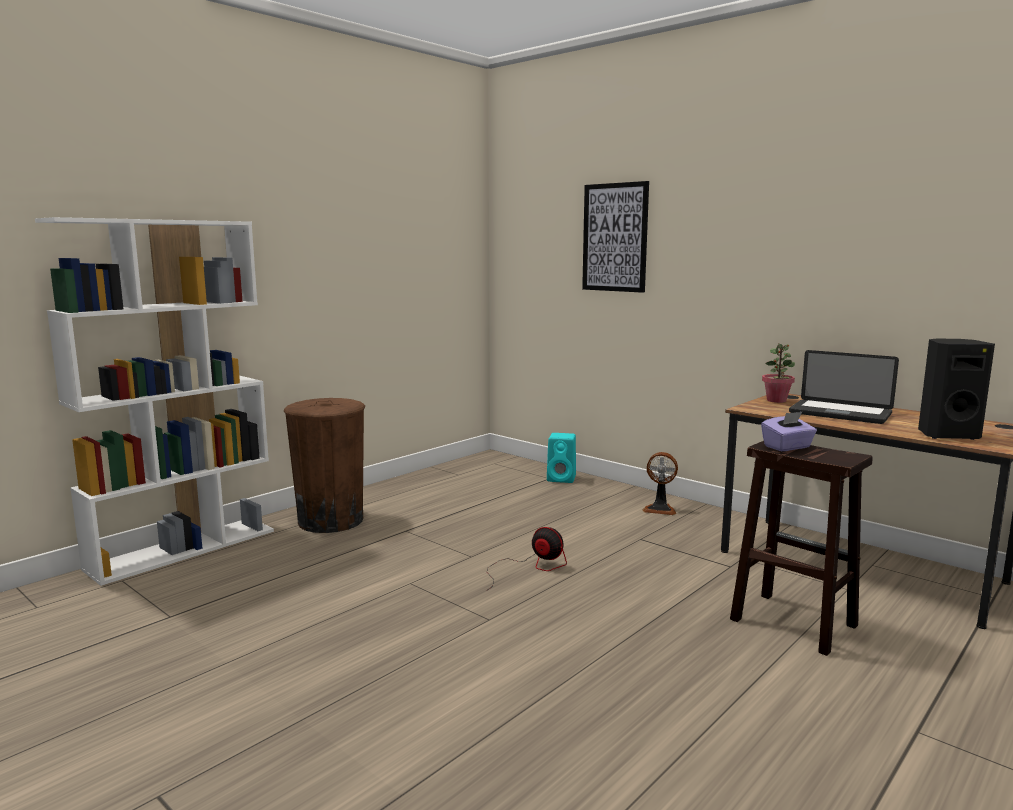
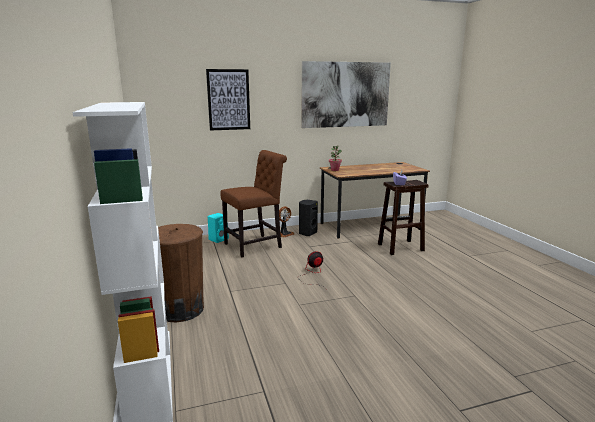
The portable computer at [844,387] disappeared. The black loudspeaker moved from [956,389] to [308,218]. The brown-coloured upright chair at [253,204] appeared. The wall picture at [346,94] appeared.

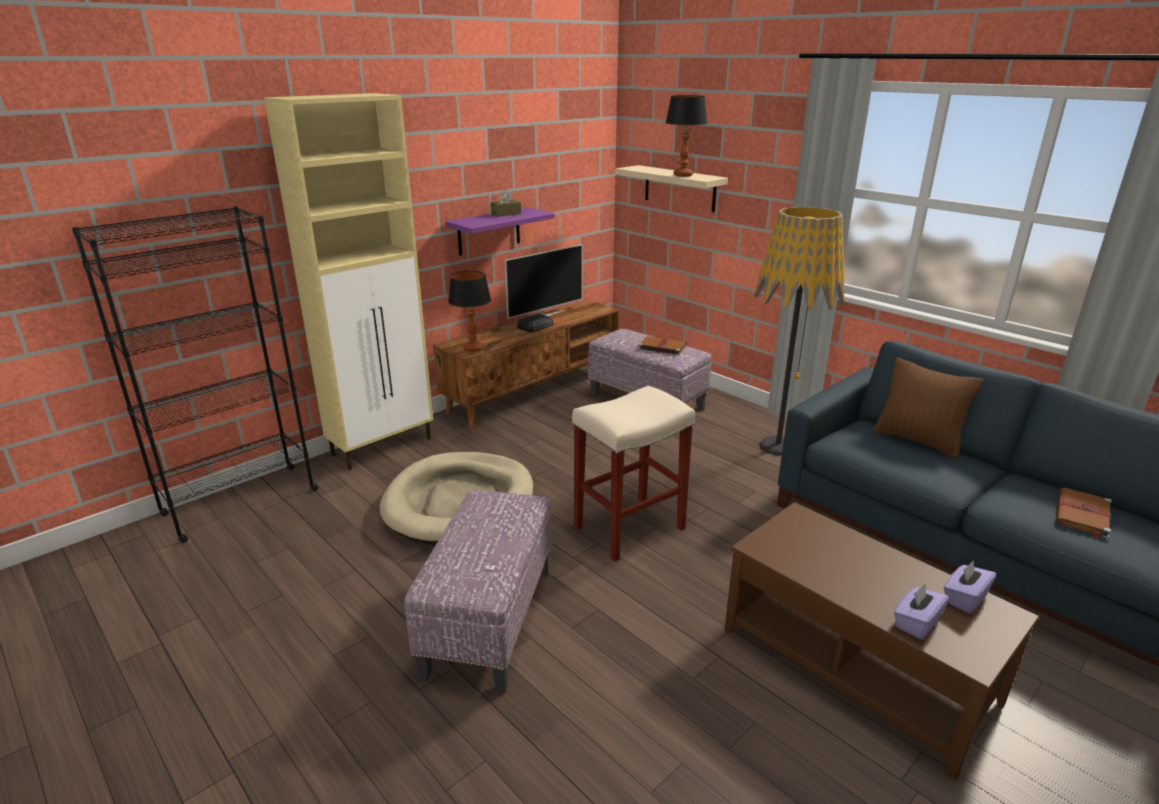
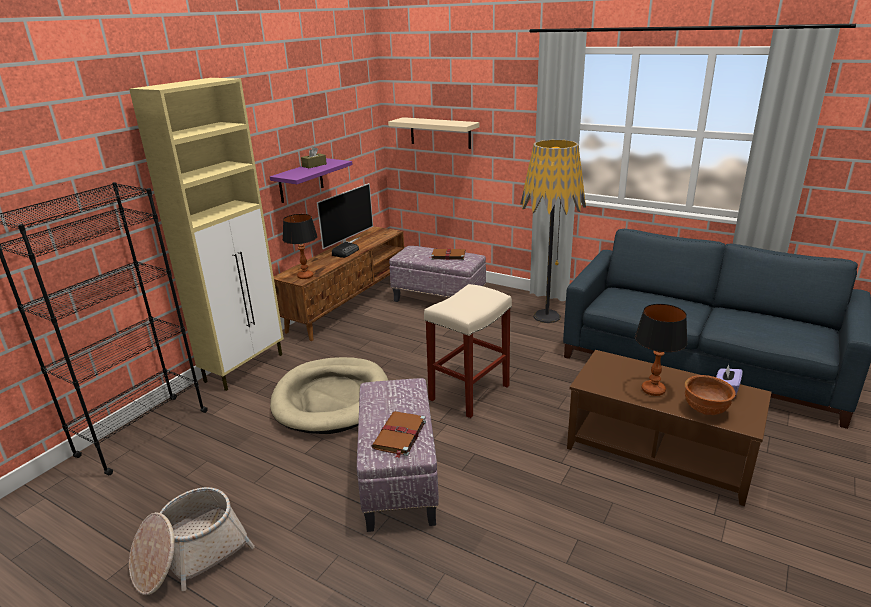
The lamp for a table moved from [686,136] to [661,350]. The brown-coloured cushion at [928,408] disappeared. The purple-coloured tissue box at [921,612] was replaced by the brown-coloured serving bowl at [710,395]. The brown-coloured book moved from [1084,514] to [399,434]. The storage basket at [192,541] appeared.

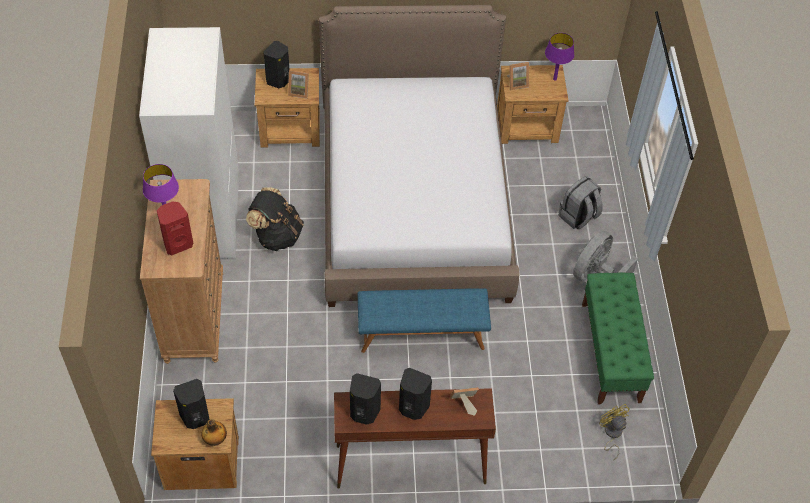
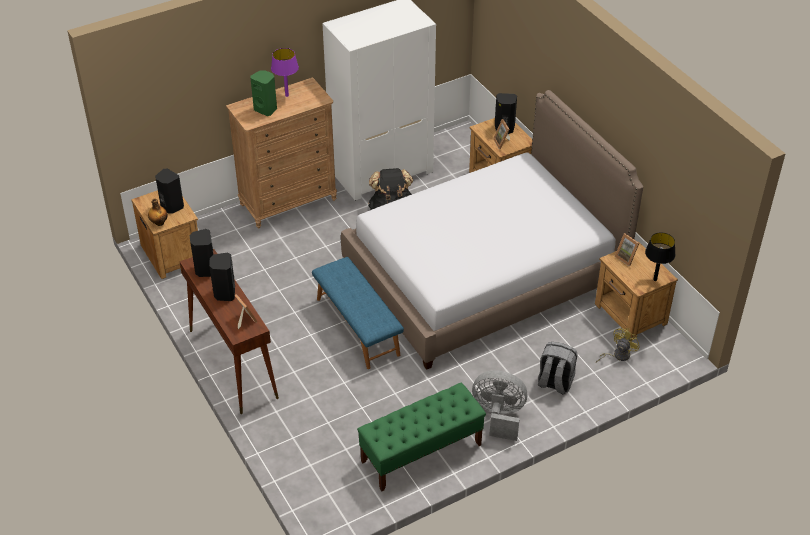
The red loudspeaker at [175,228] became the green-coloured loudspeaker at [263,93]. The purple-coloured lamp for a table at [559,57] became the black lamp for a table at [660,256]. The yellow cooling fan moved from [614,432] to [618,345].

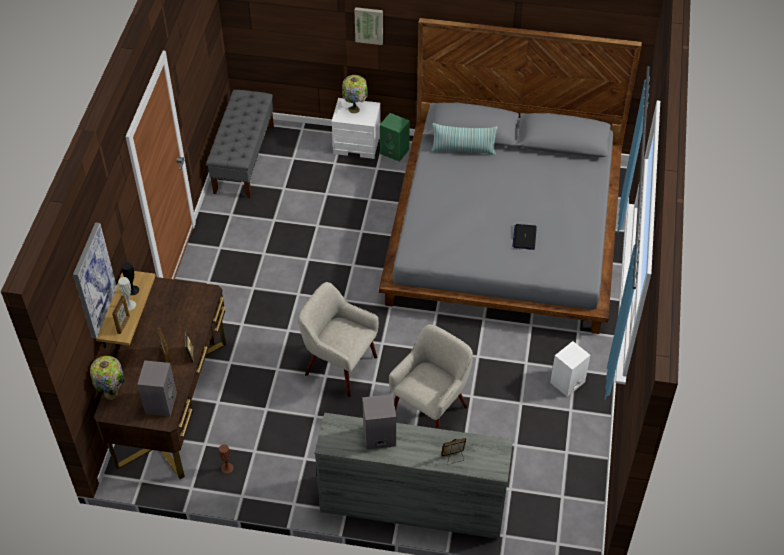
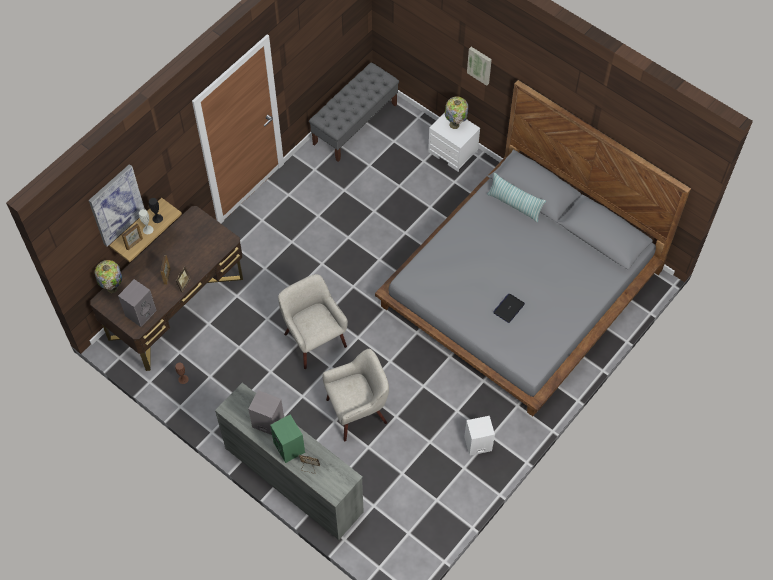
The green-coloured loudspeaker moved from [395,137] to [287,438].

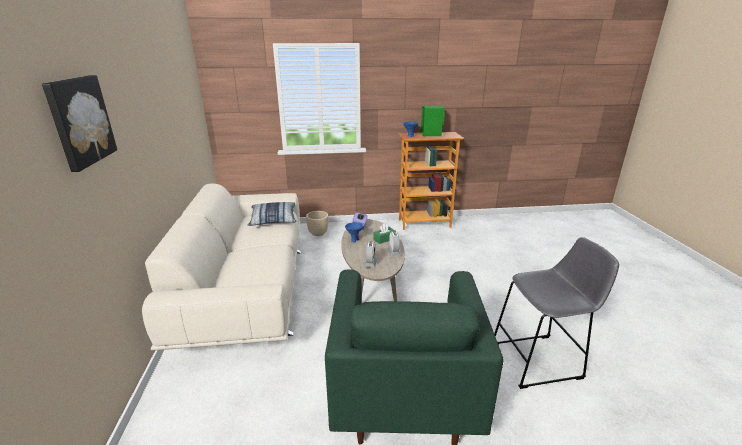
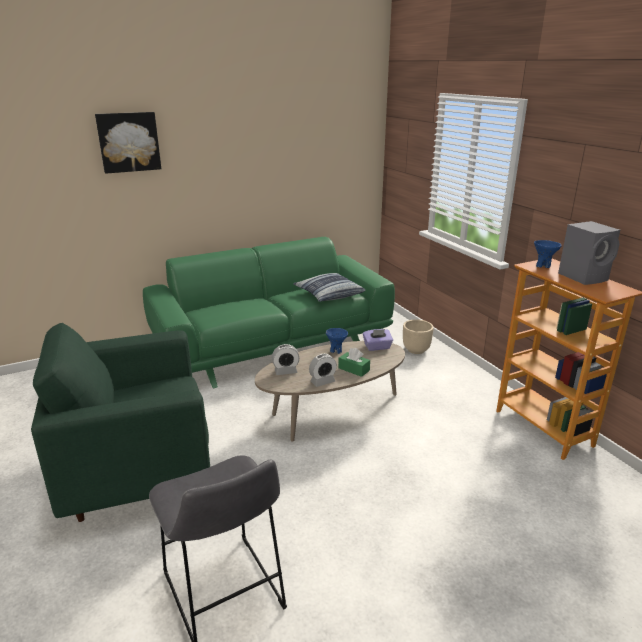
The sand-coloured sofa at [221,267] became the green-coloured sofa at [269,312]. The green-coloured loudspeaker at [433,120] became the grey loudspeaker at [589,253].

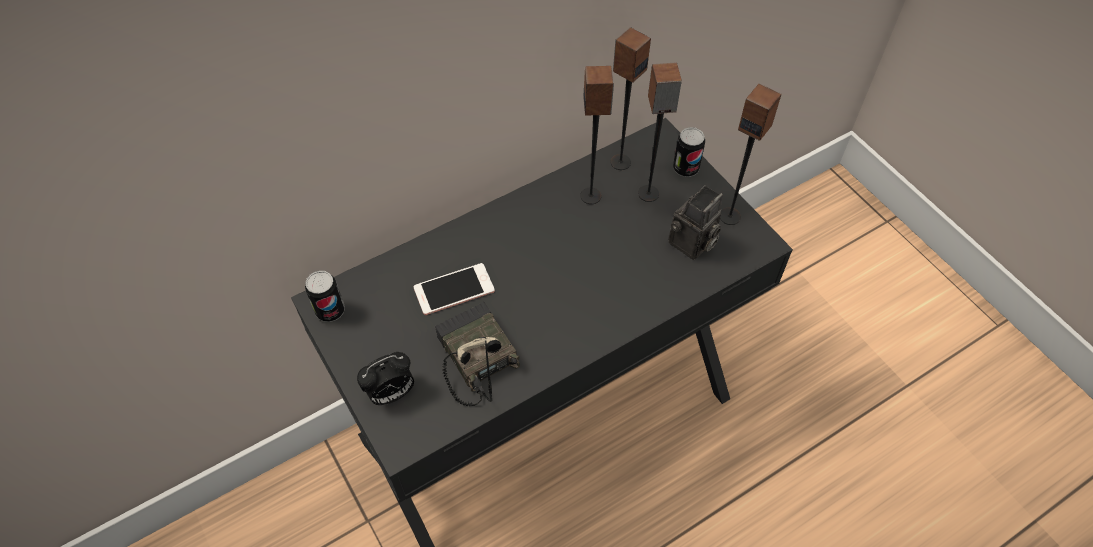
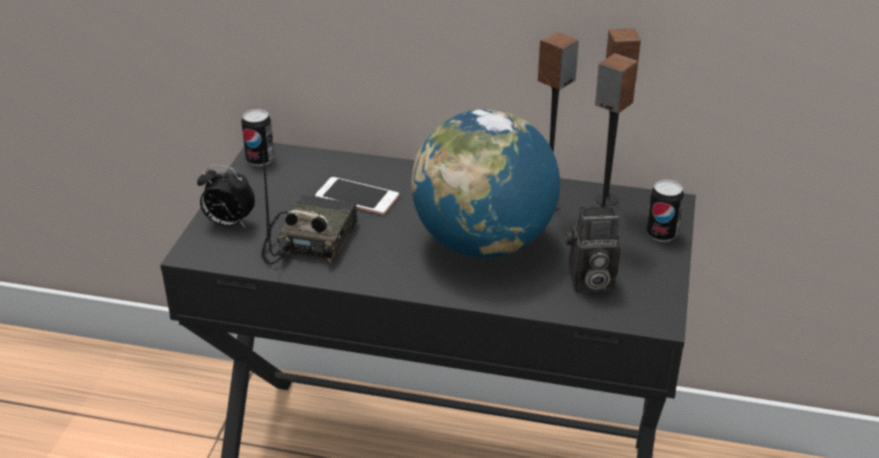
The loudspeaker at [751,154] disappeared. The world globe at [485,183] appeared.

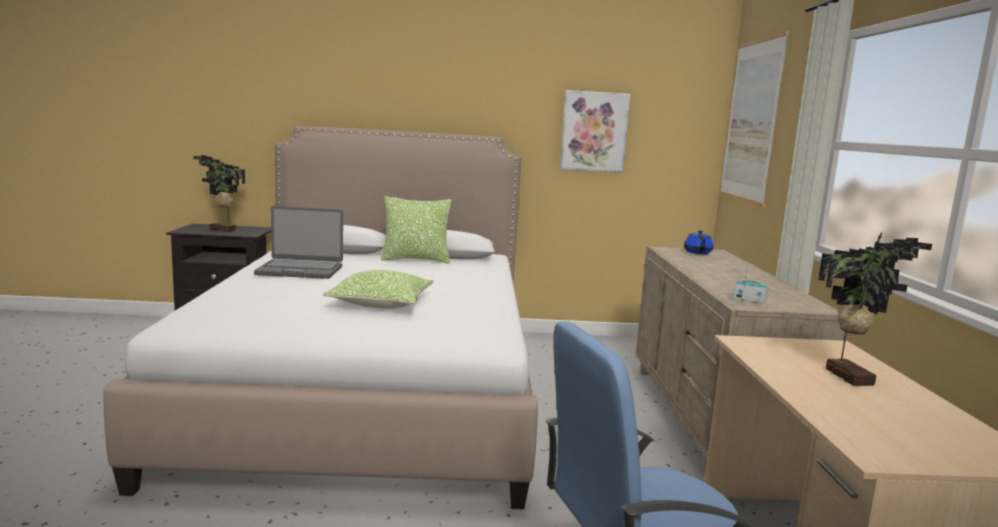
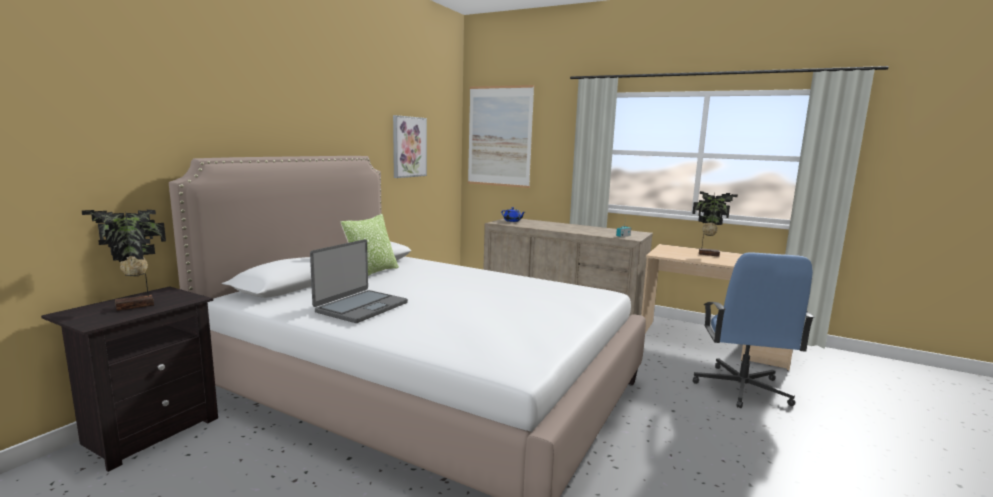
The cushion at [378,289] disappeared.

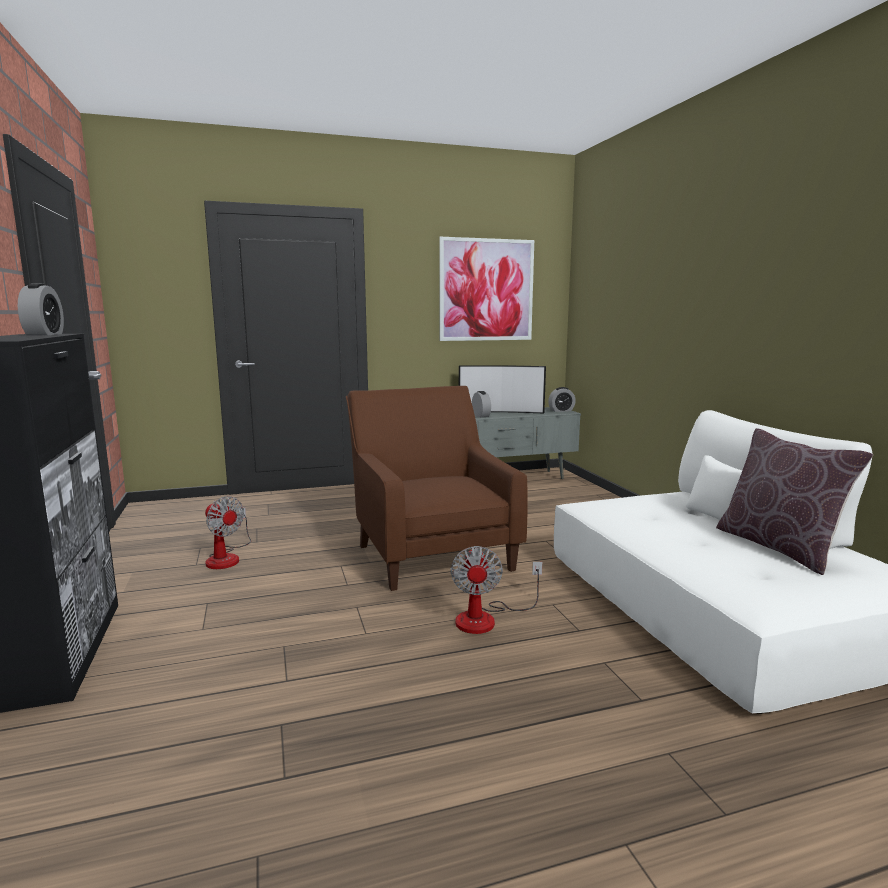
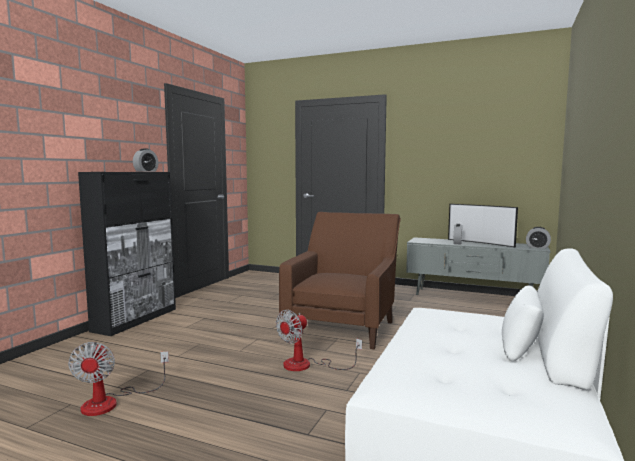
The cooling fan moved from [228,532] to [118,379]. The wall picture at [486,289] disappeared. The brown-coloured cushion at [794,501] disappeared.

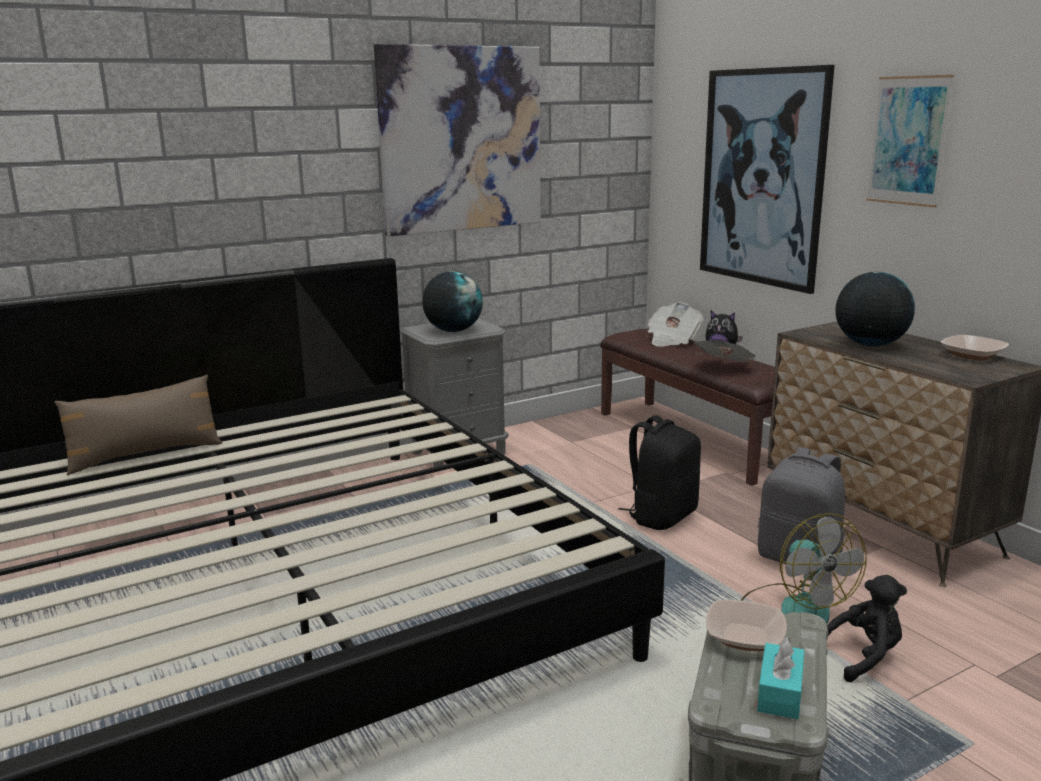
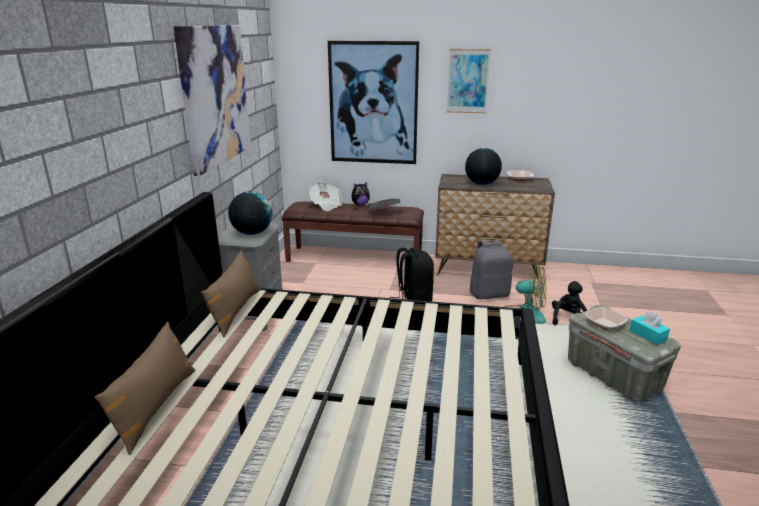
The brown-coloured cushion at [231,293] appeared.

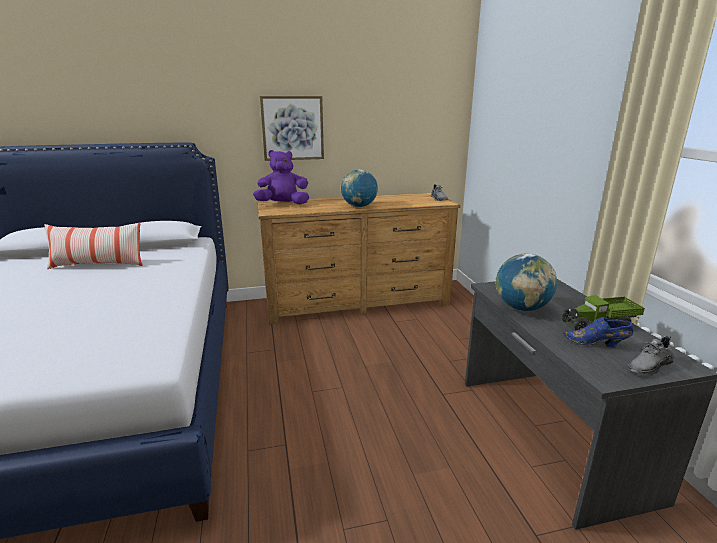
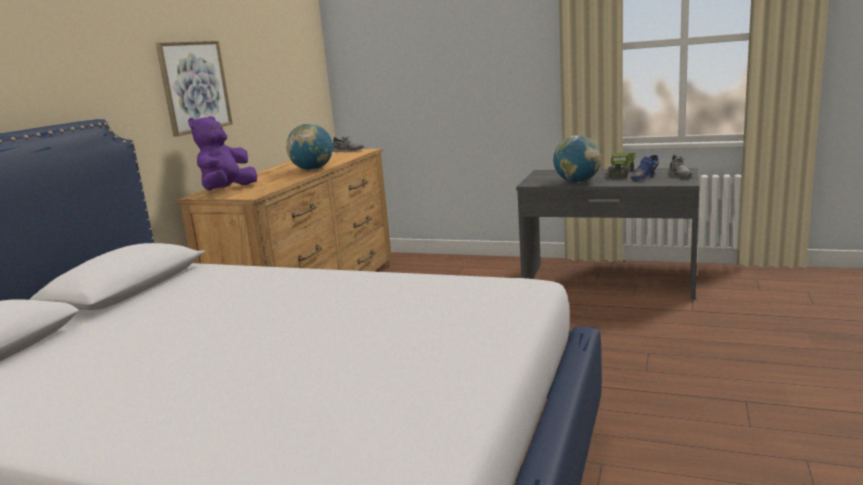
The cushion at [94,246] disappeared.

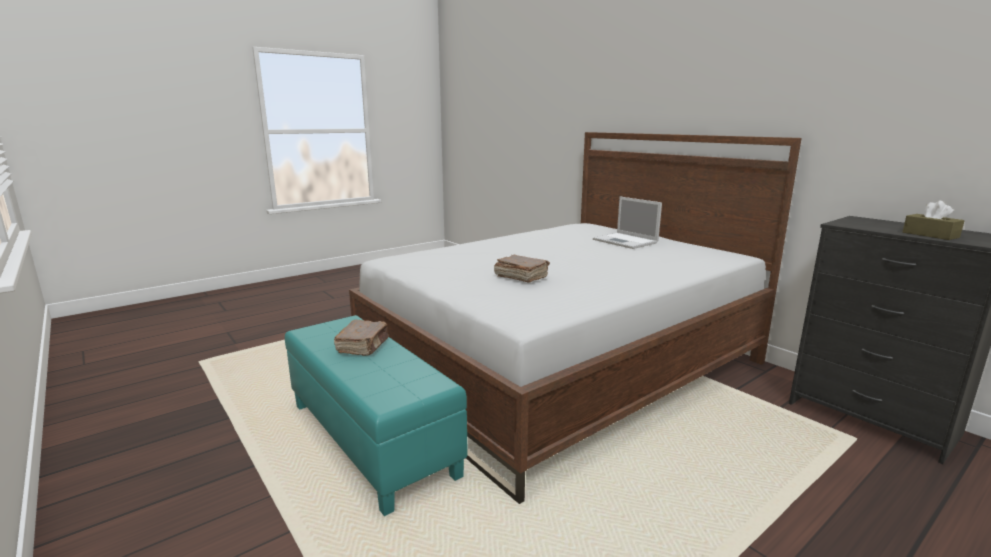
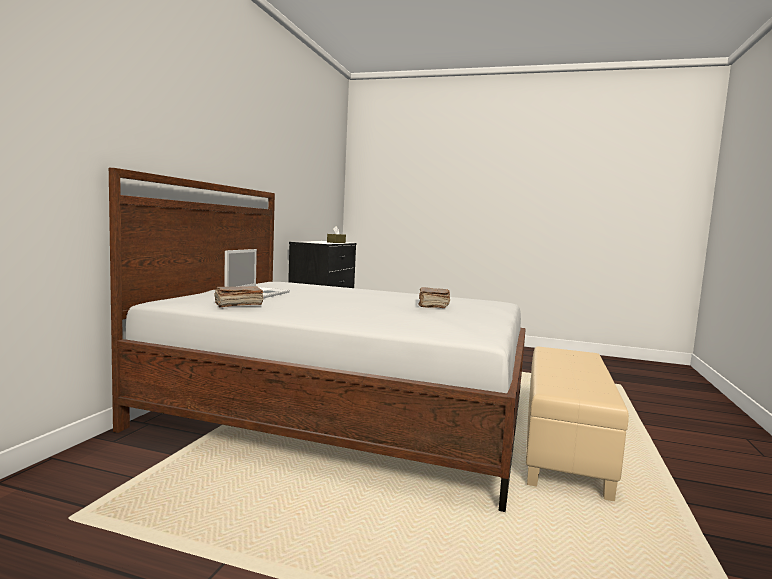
The turquoise pouffe at [376,415] became the sand-coloured pouffe at [577,423]. The brown-coloured book moved from [361,338] to [239,297].

